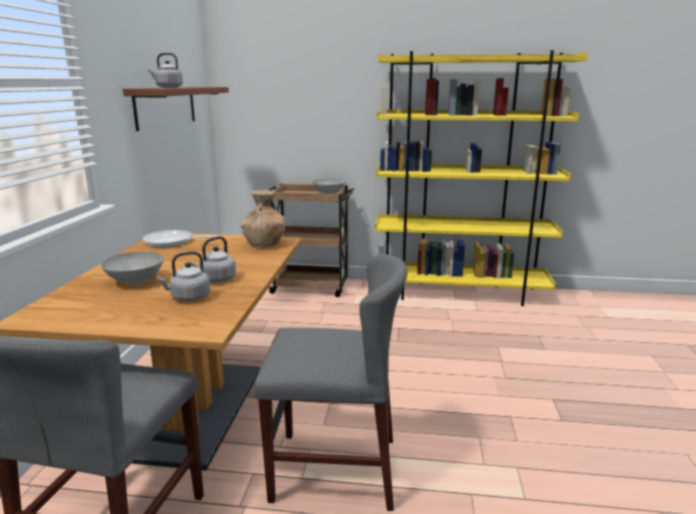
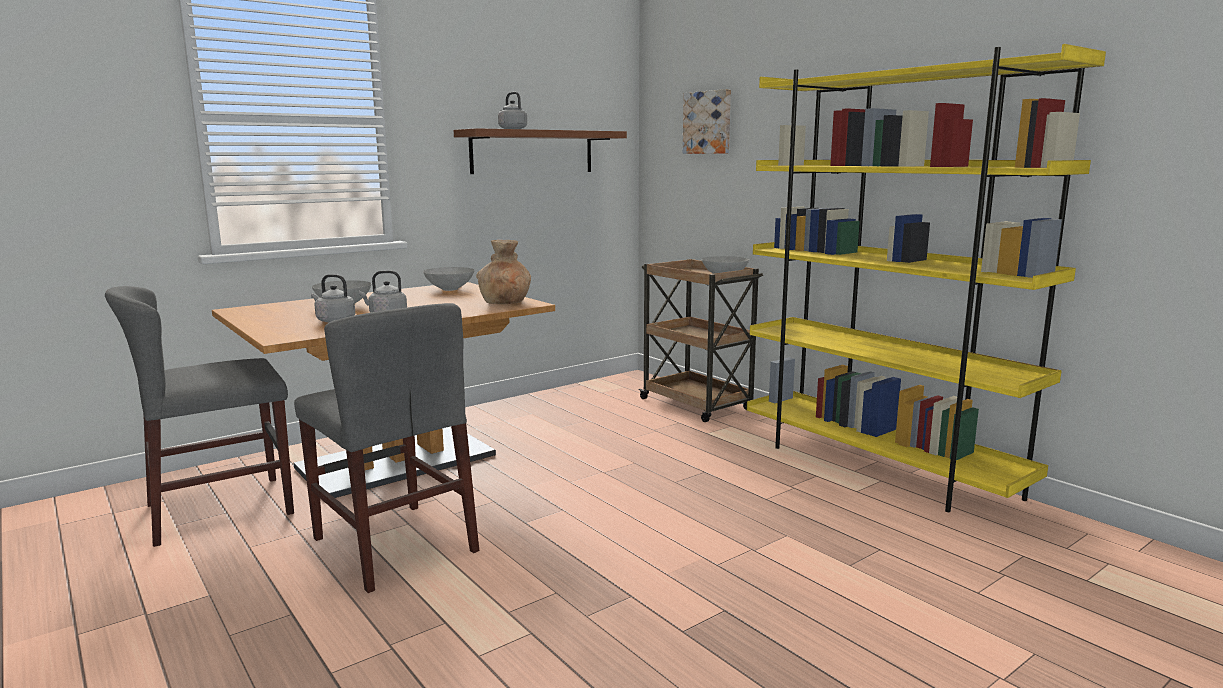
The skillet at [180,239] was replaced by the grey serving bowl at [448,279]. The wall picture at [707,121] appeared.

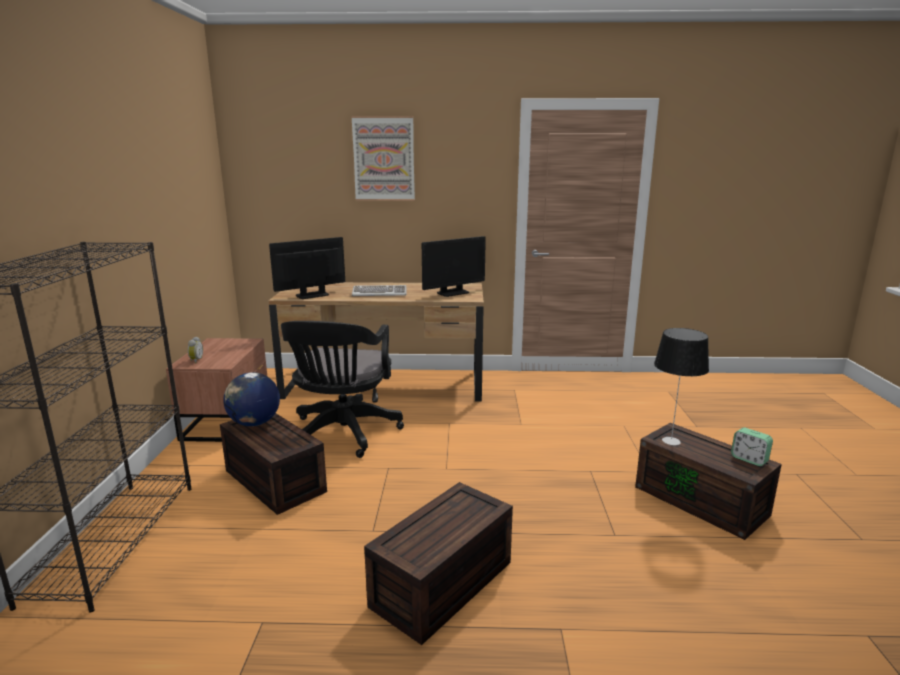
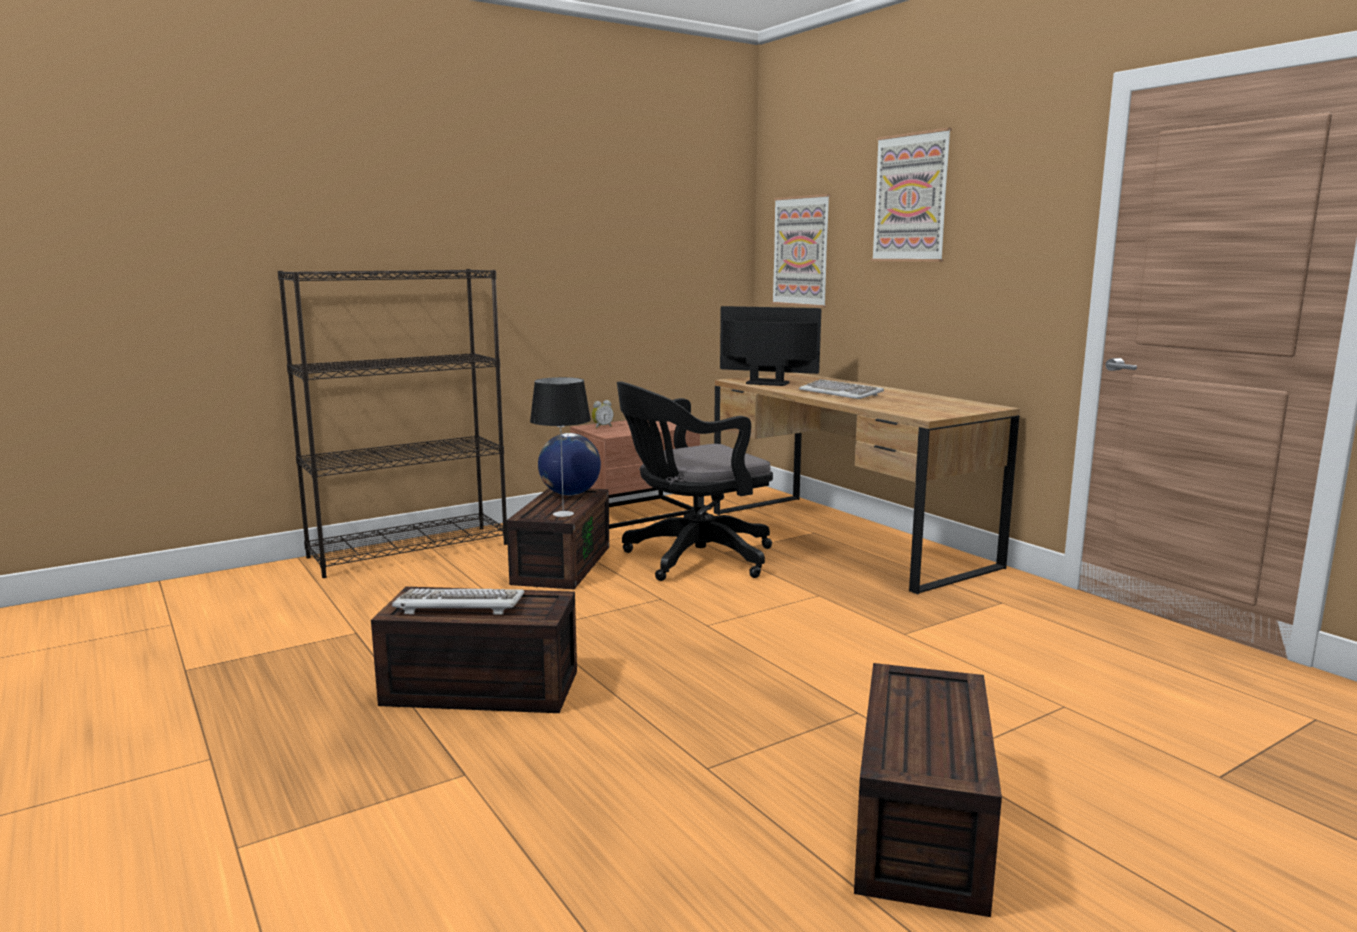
The monitor at [454,266] disappeared. The lamp for a table moved from [681,386] to [560,447]. The table clock at [752,446] disappeared. The computer keyboard at [458,601] appeared. The wall picture at [801,251] appeared.

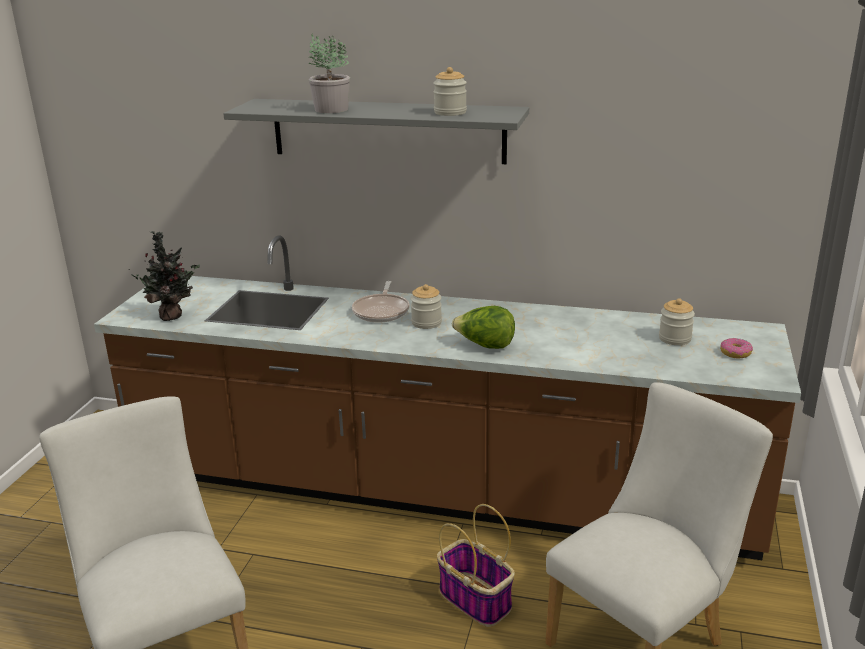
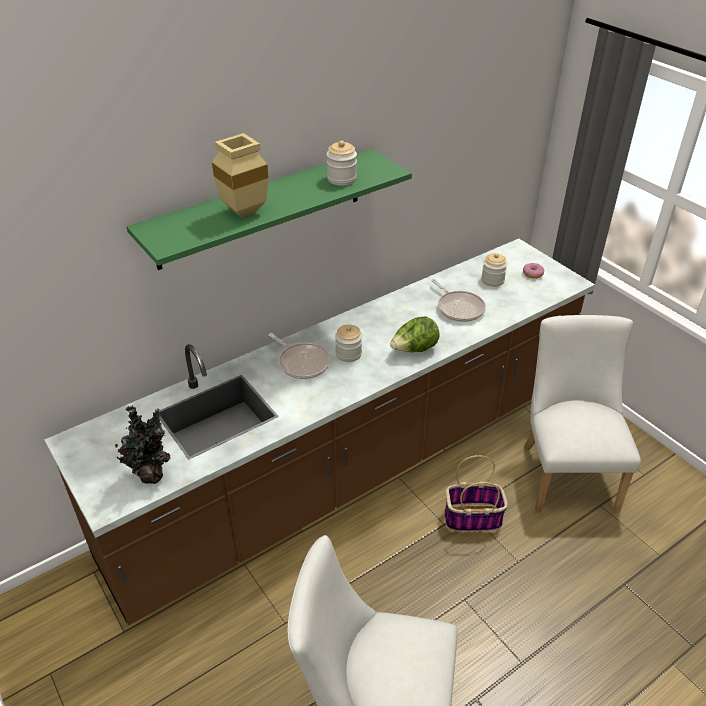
The grey shelf at [376,131] became the green-coloured shelf at [269,209]. The plant in a pot at [329,73] was replaced by the sand-coloured decorative vase at [240,175]. The skillet at [458,300] appeared.

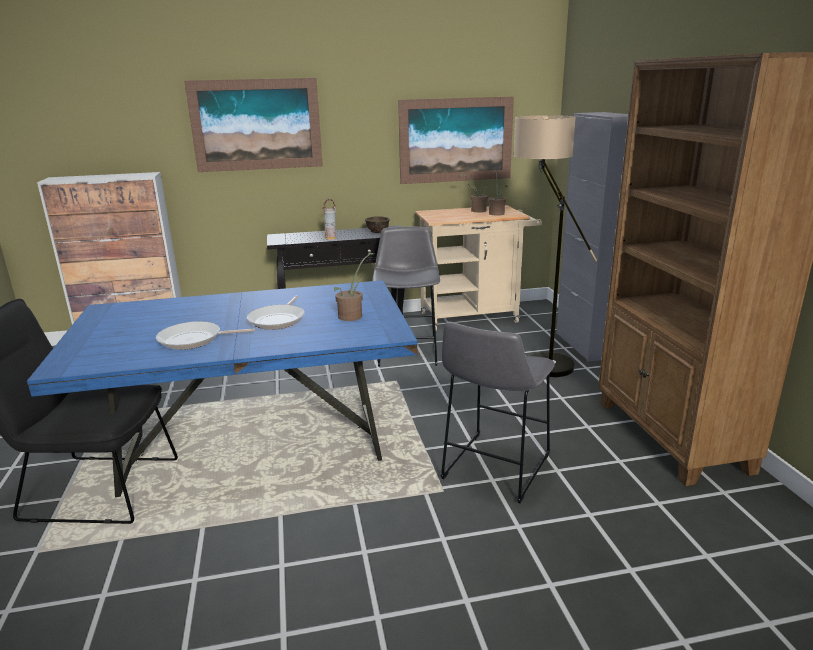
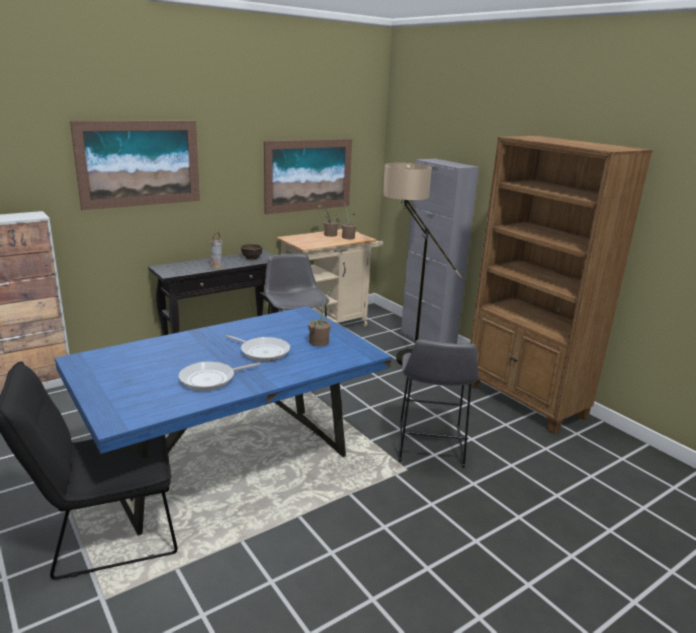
The skillet at [276,313] turned 45 degrees counterclockwise.

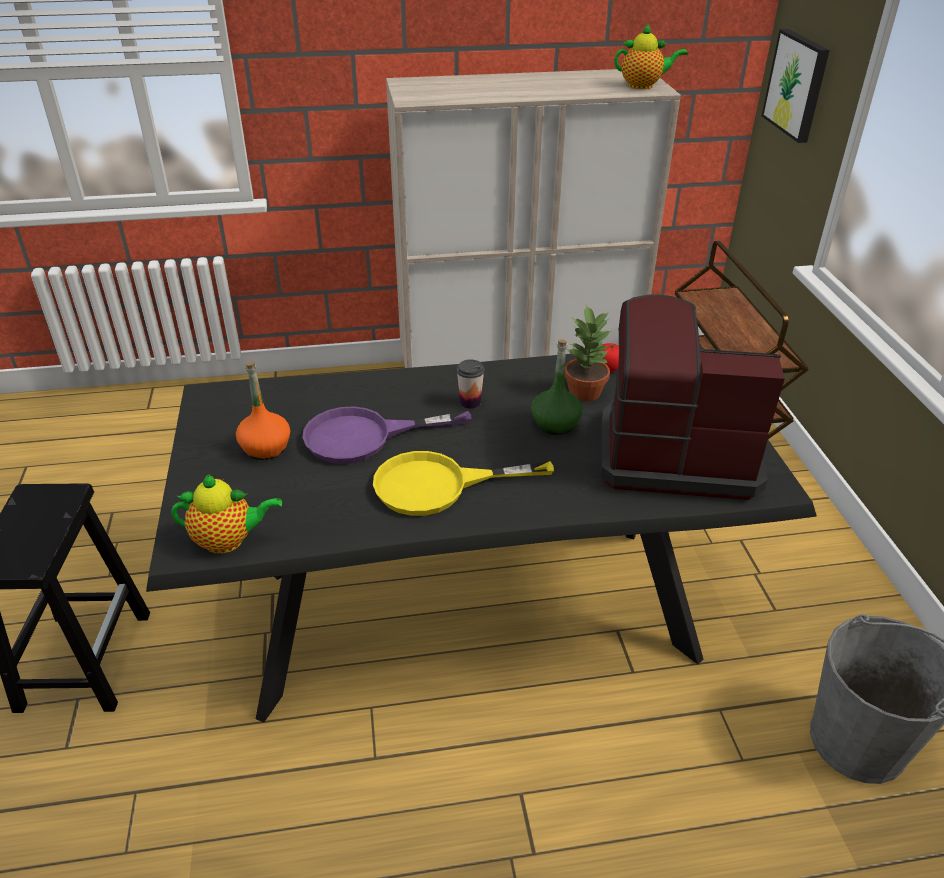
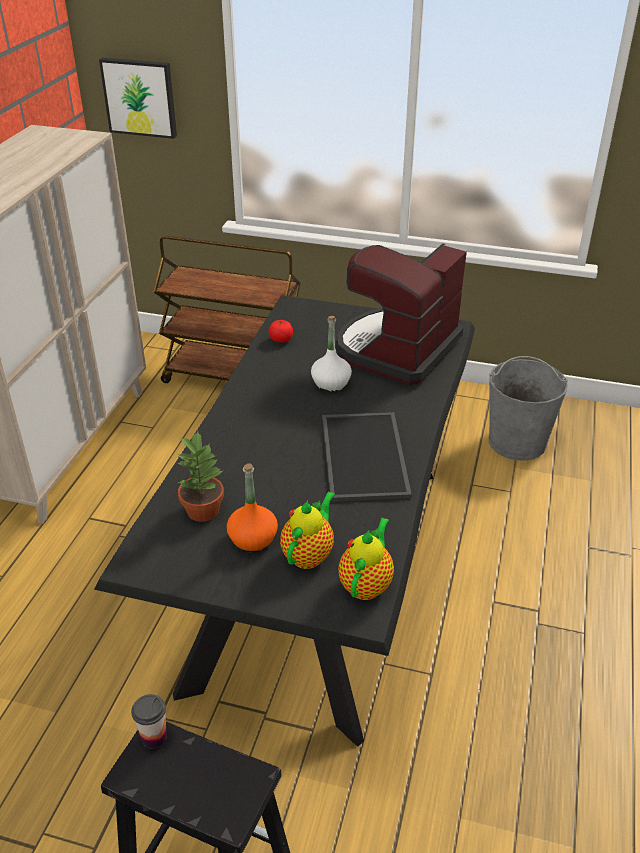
The purple-coloured skillet at [387,435] disappeared. The yellow skillet at [463,483] was replaced by the carrying tray at [367,457]. The cup moved from [470,384] to [149,721]. The green-coloured drink bottle at [557,387] became the whitish drink bottle at [331,354]. The plant in a pot moved from [588,353] to [200,476]. The pot for tea moved from [651,56] to [307,530].

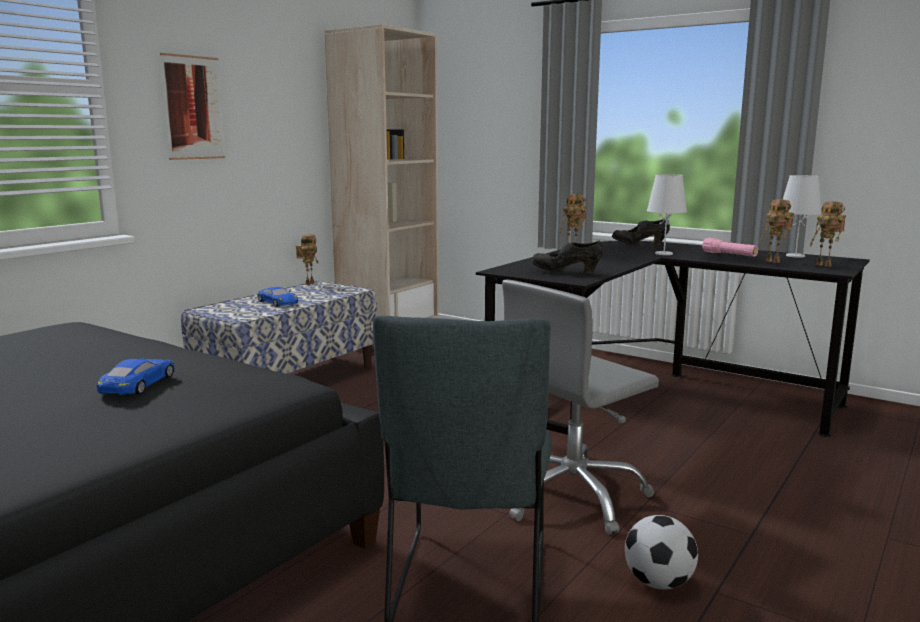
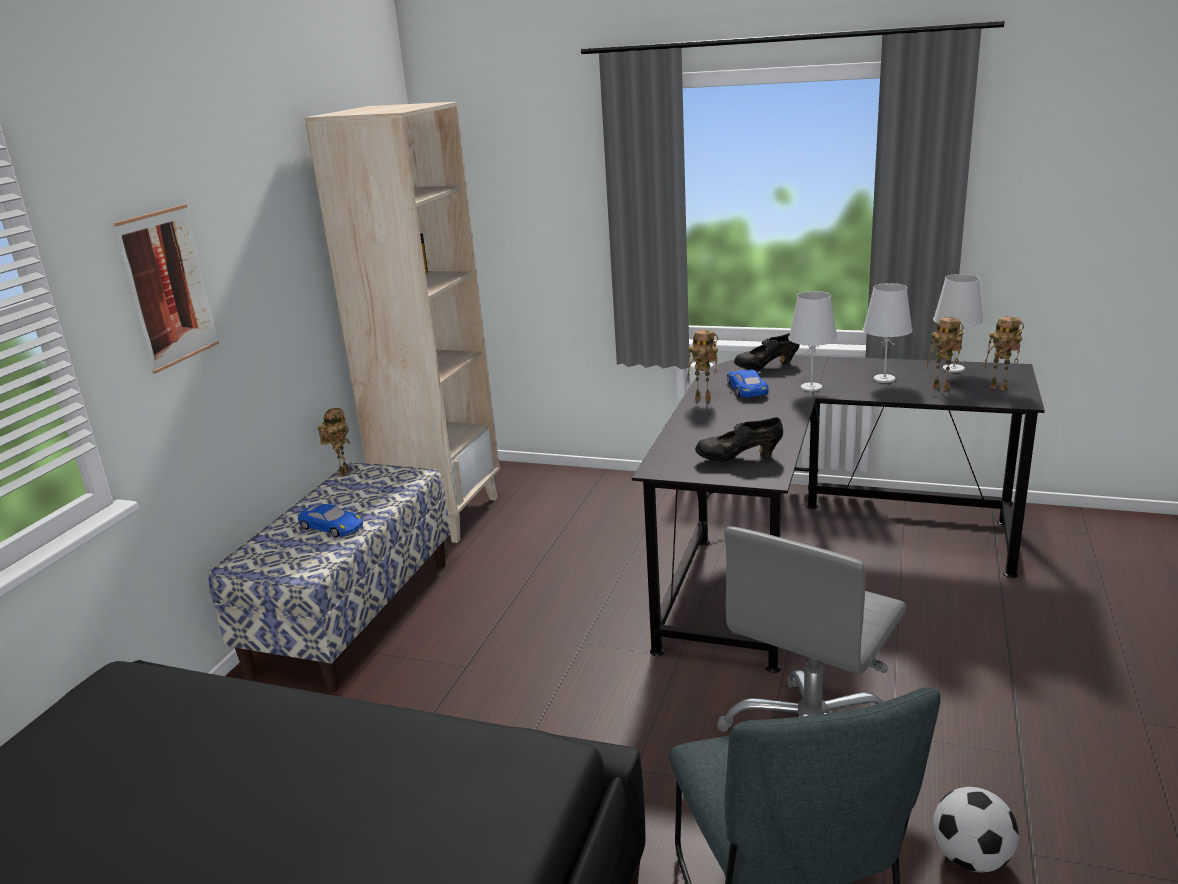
The blue miniature car moved from [136,376] to [748,383]. The pinkish torch at [730,247] was replaced by the whitish lamp for a table at [888,333].

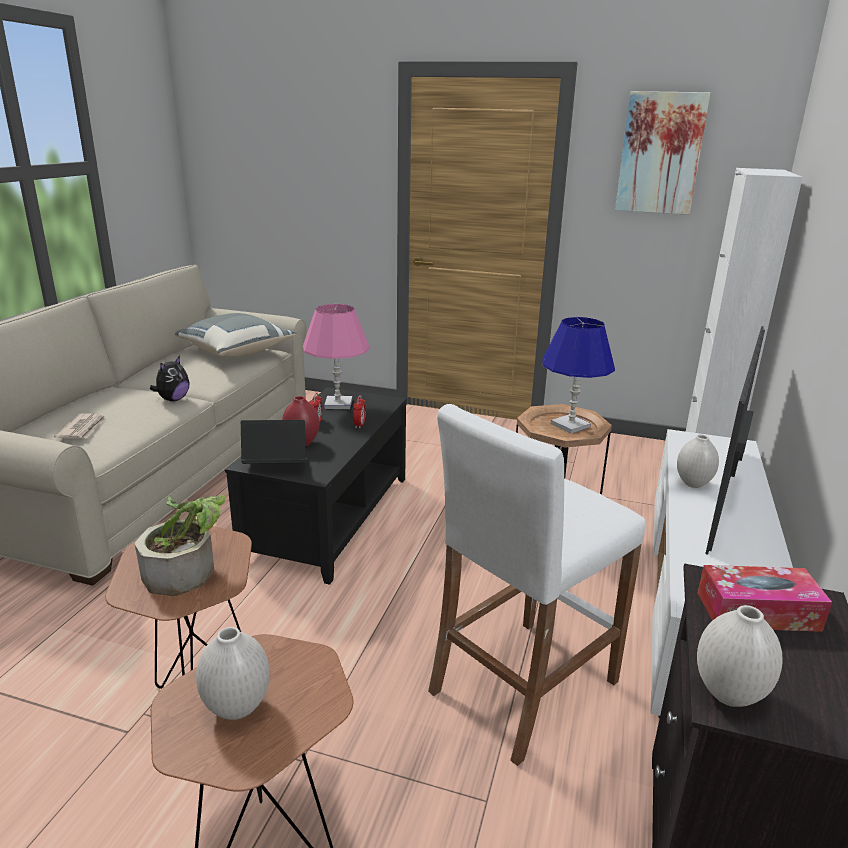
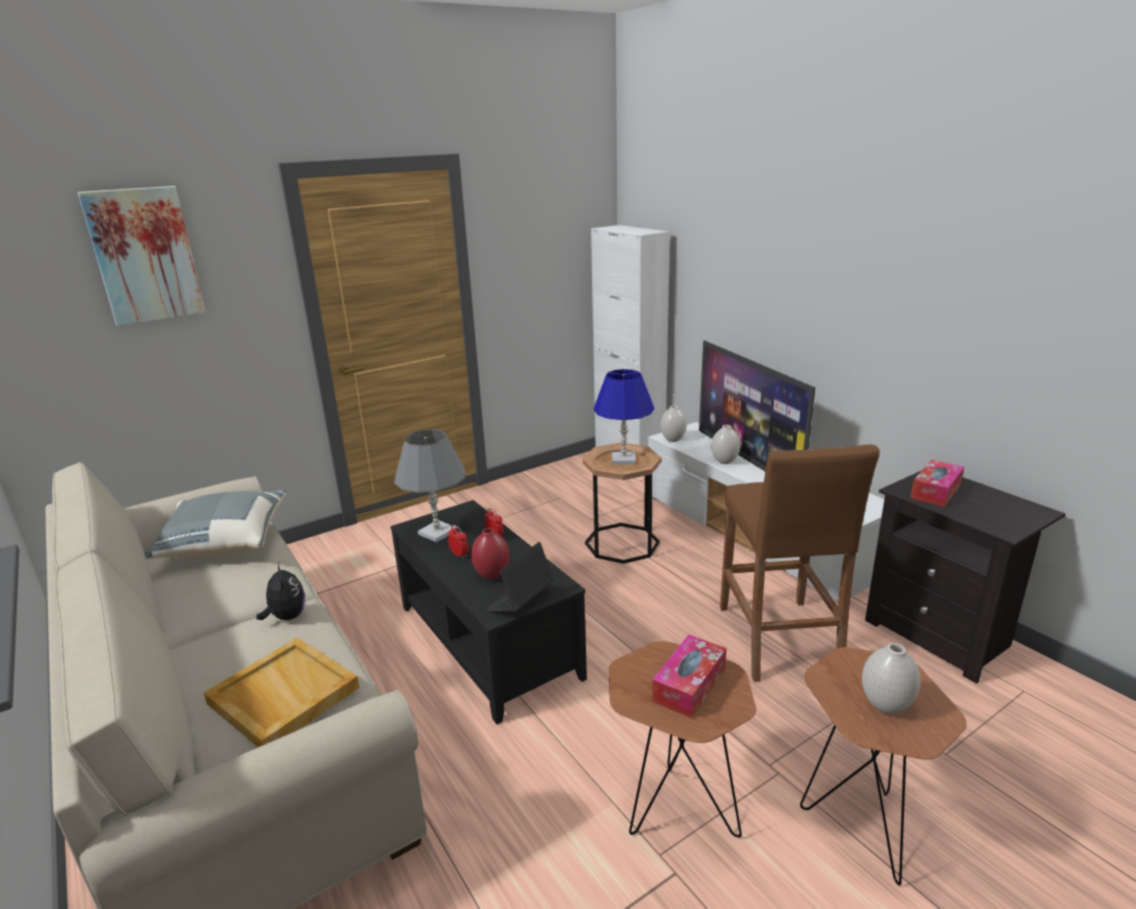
The newspaper at [80,426] was replaced by the sand-coloured carrying tray at [282,692]. The plant in a pot at [180,545] was replaced by the tissue box at [689,676]. The pinkish lamp for a table at [336,356] became the grey lamp for a table at [429,485]. The whitish stool seat at [536,585] became the brown-coloured stool seat at [800,563]. The wall picture moved from [662,153] to [142,256]. The whitish decorative vase moved from [740,656] to [673,423].

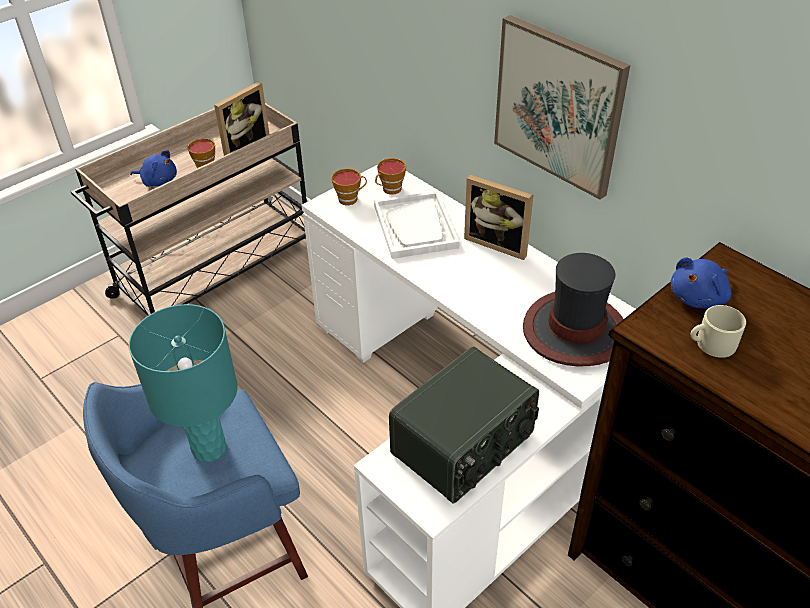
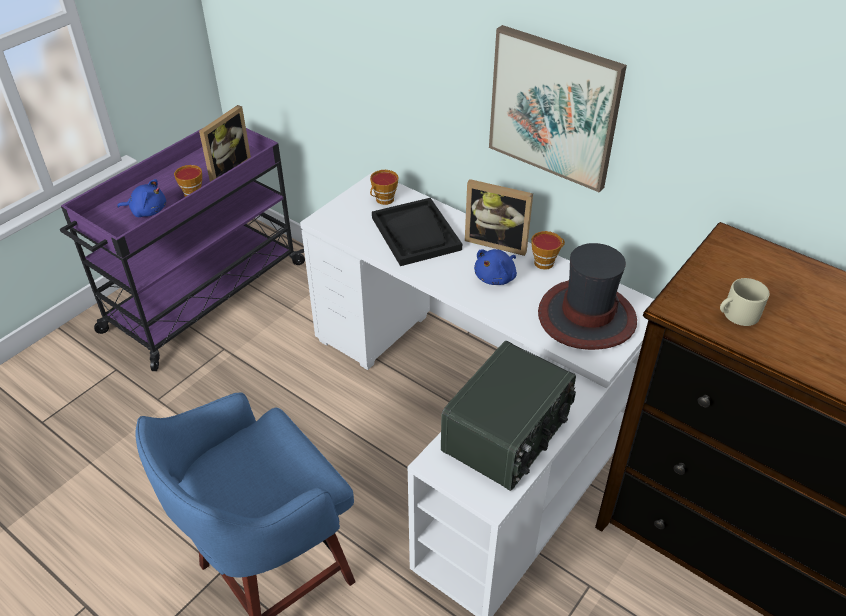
The sand-coloured trolley at [189,209] became the purple-coloured trolley at [182,249]. The turquoise lamp for a table at [183,383] disappeared. The cup moved from [349,187] to [548,250]. The whitish carrying tray at [416,225] became the black carrying tray at [417,232]. The blue soft toy moved from [700,283] to [495,267].

